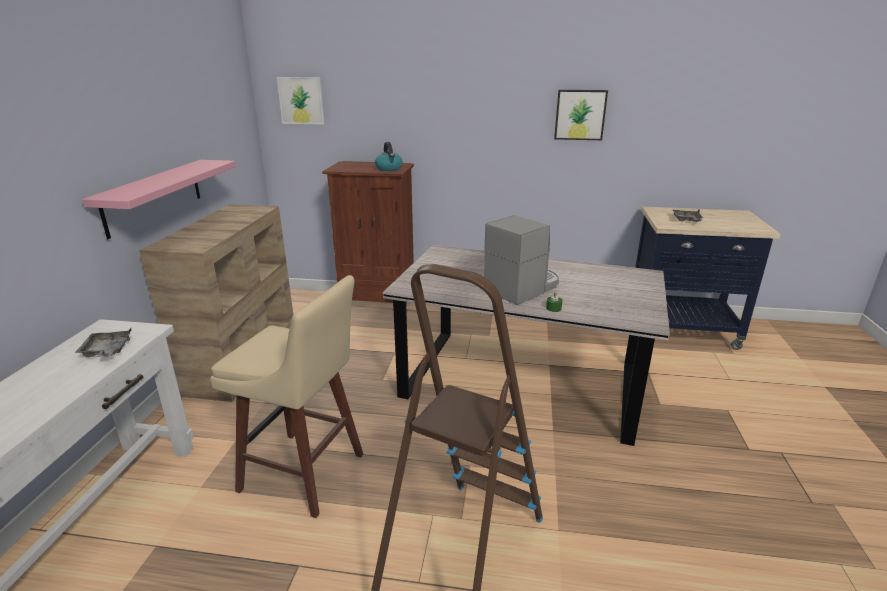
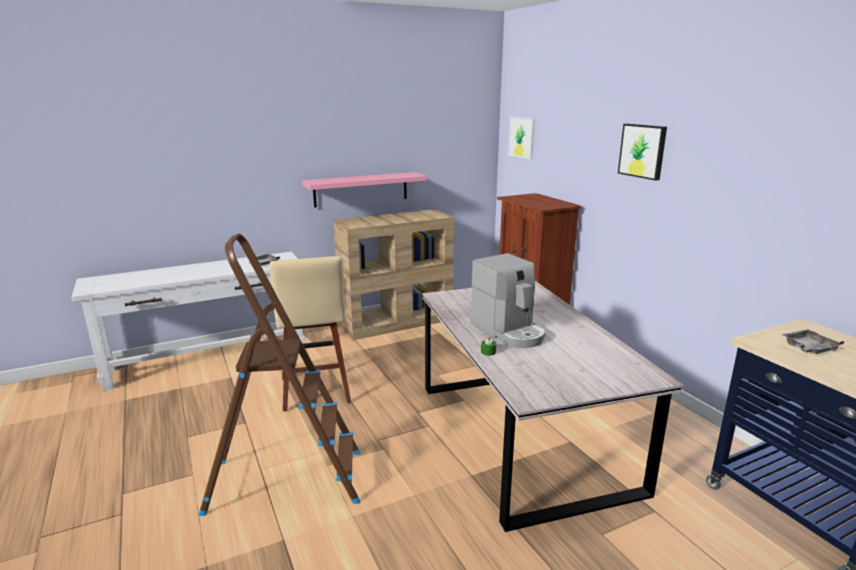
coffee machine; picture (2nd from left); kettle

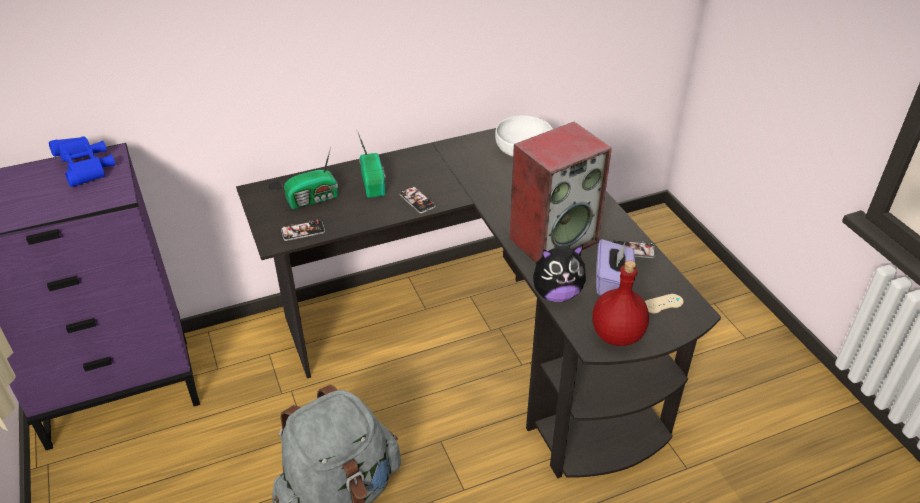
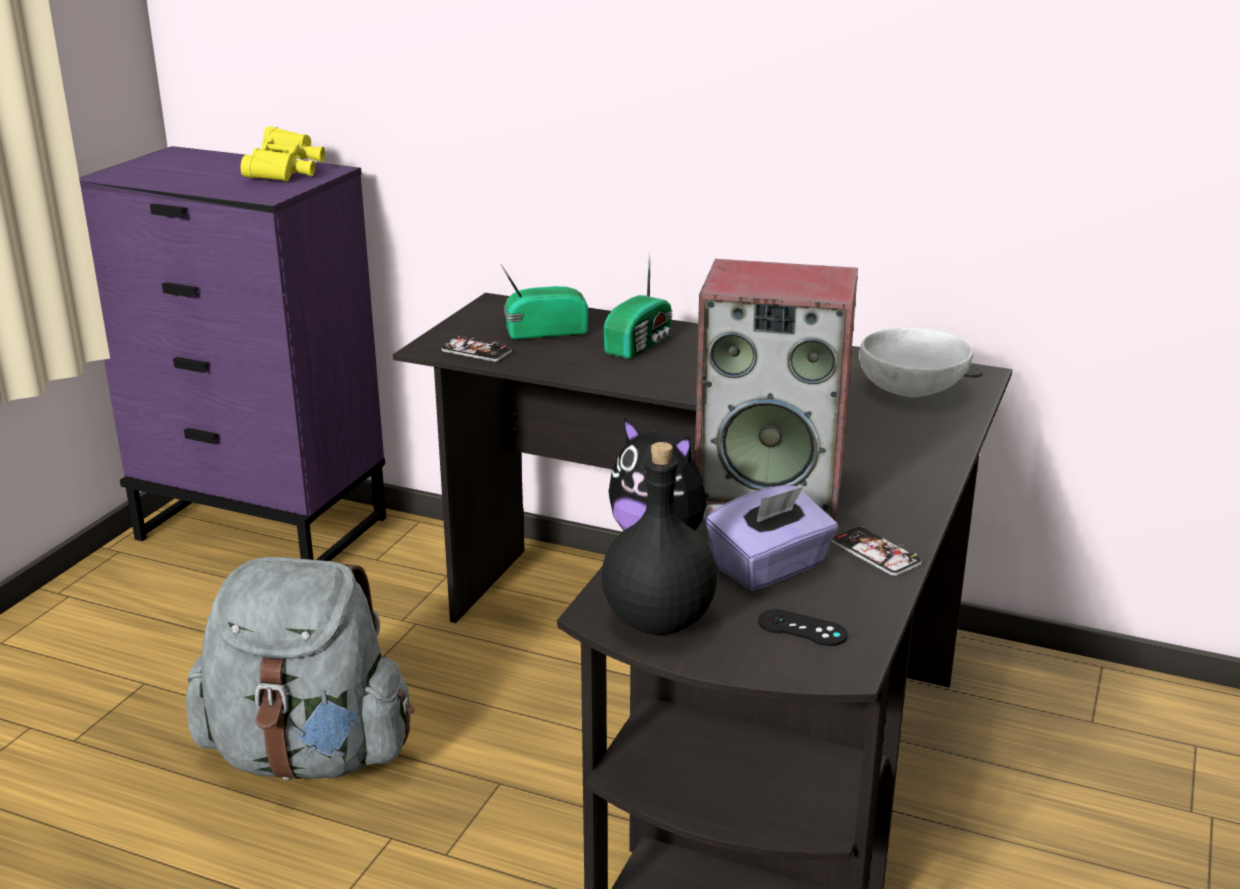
yellow binoculars; radio (1st from left); black bottle; black game controller; phone (2nd from left in the first image)

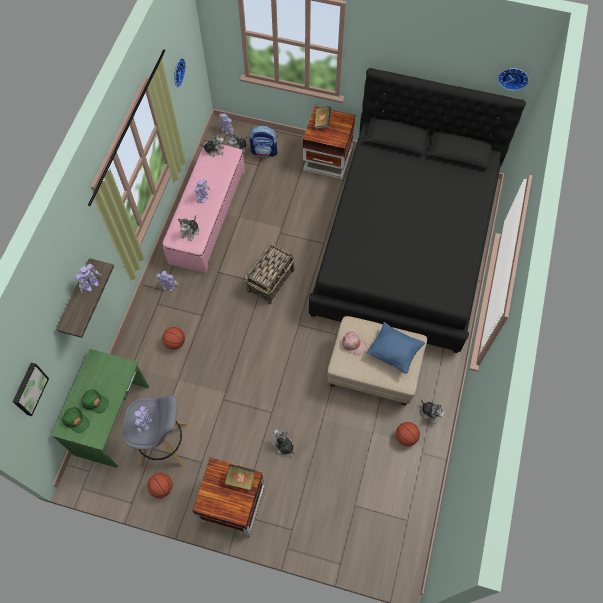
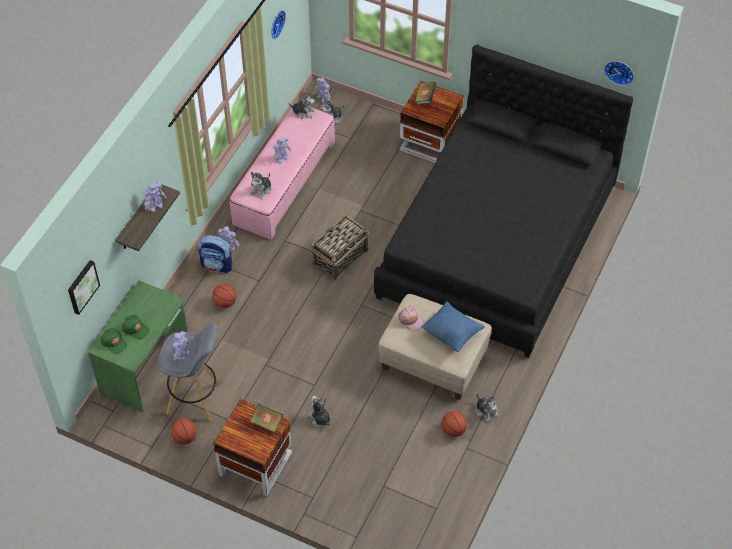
backpack

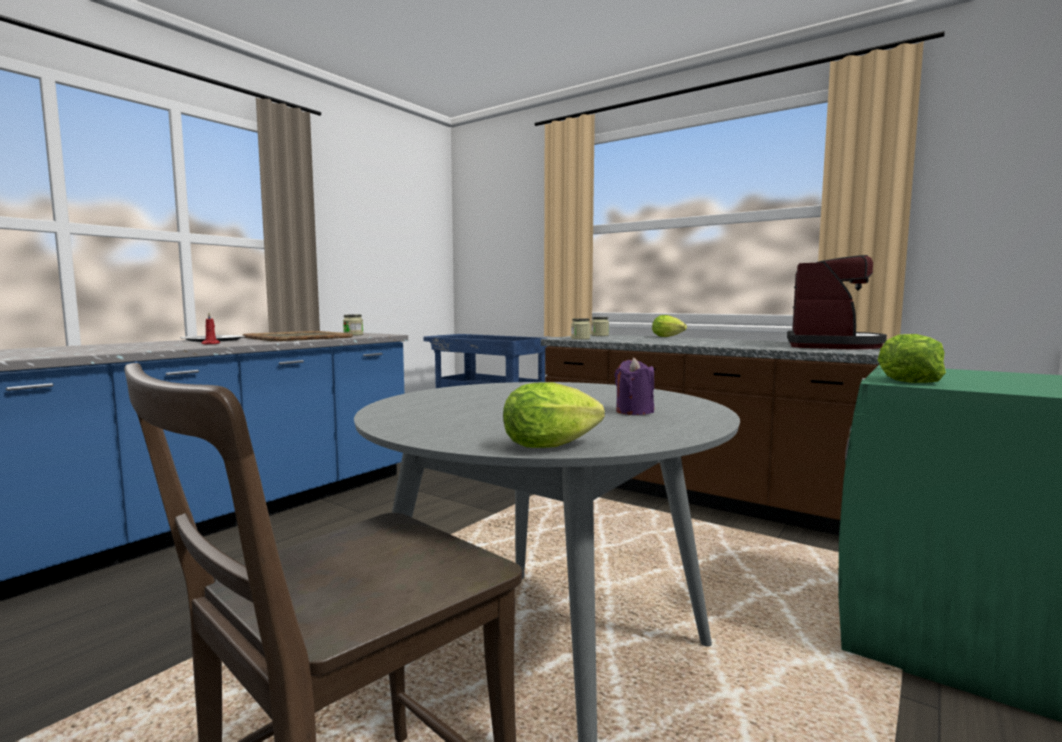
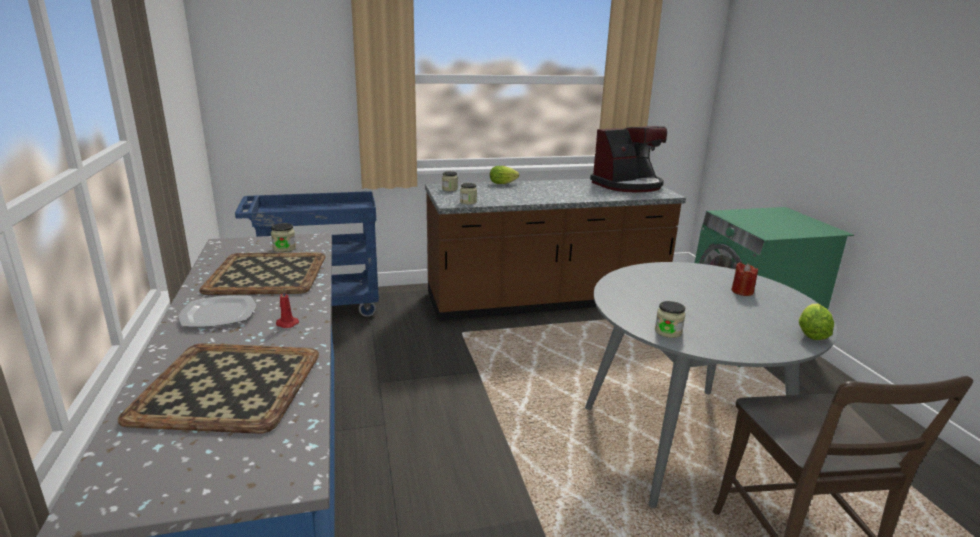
tray (1st from left); coffee machine; jar (4th from left); red candle (2nd from left); lettuce (3rd from left in the first image)

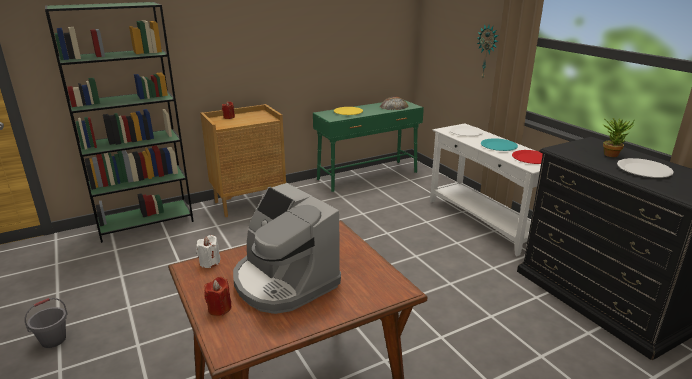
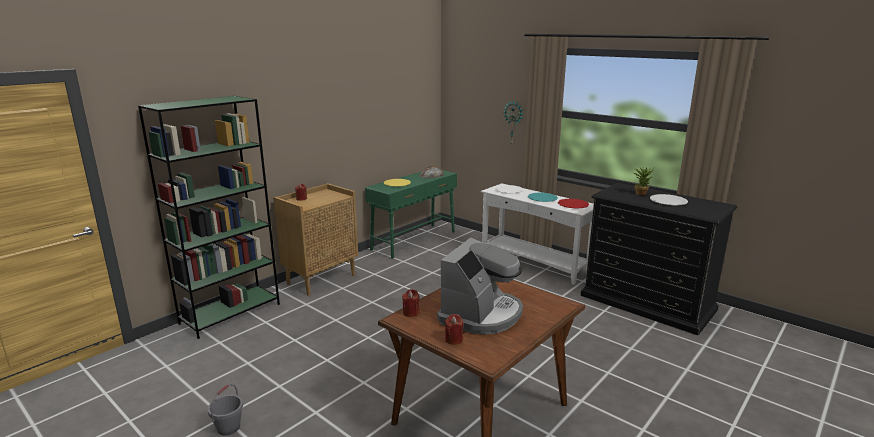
red candle (2nd from left); coffee machine

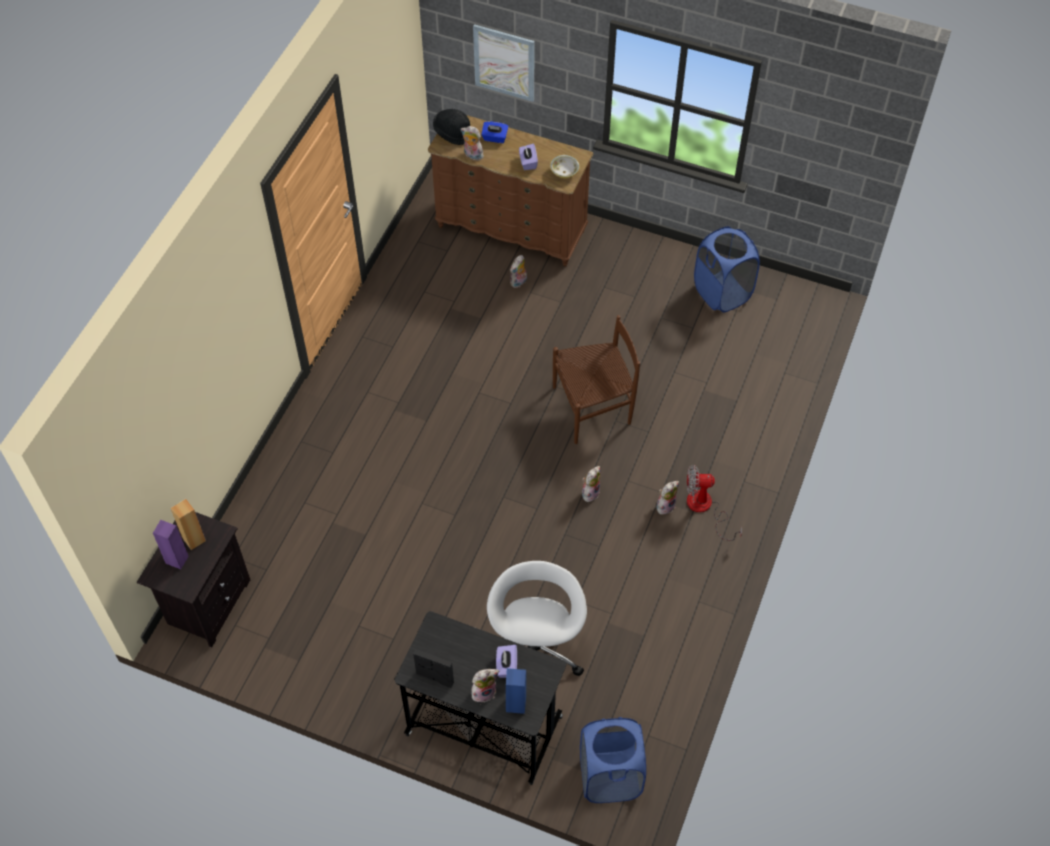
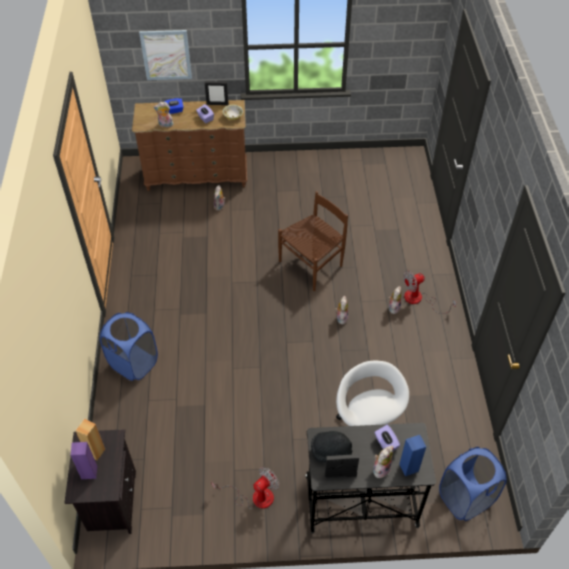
blue laundry basket (1st from left); picture frame (1st from left); fan (1st from left); black hat

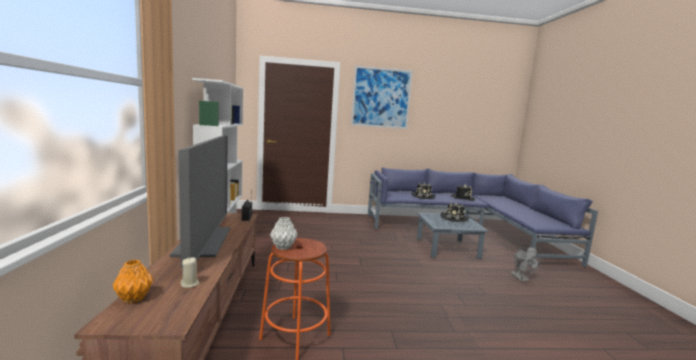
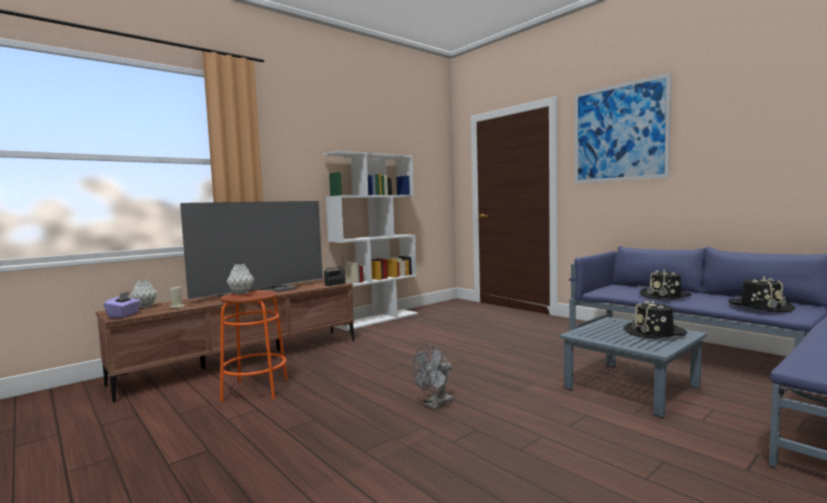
purple tissue box; grey vase (1st from left); grey fan

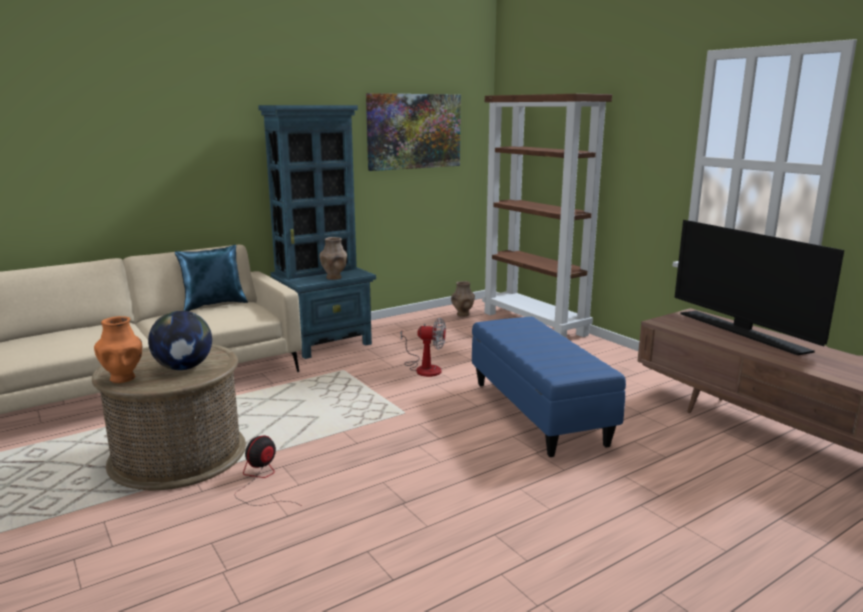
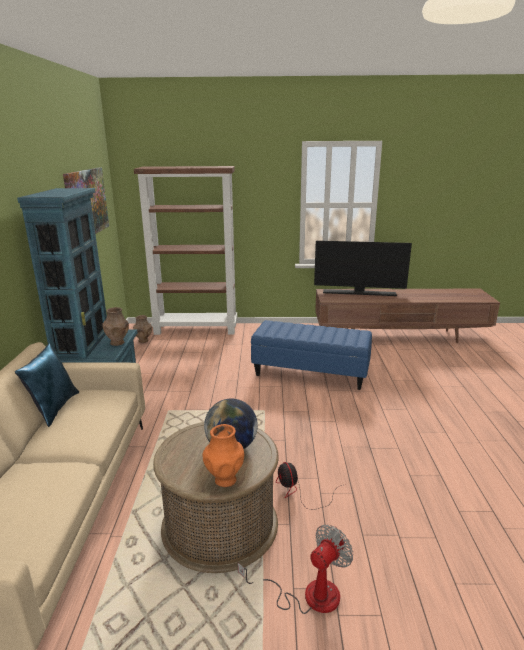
fan (1st from left)

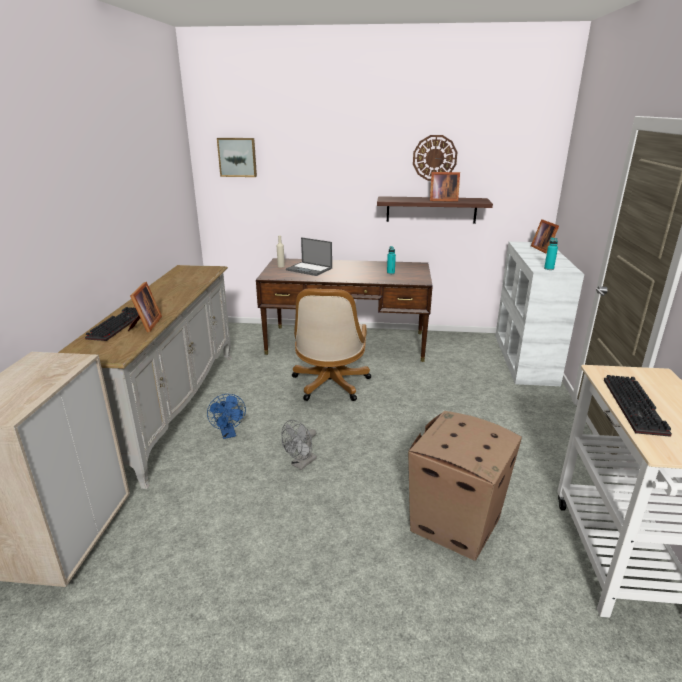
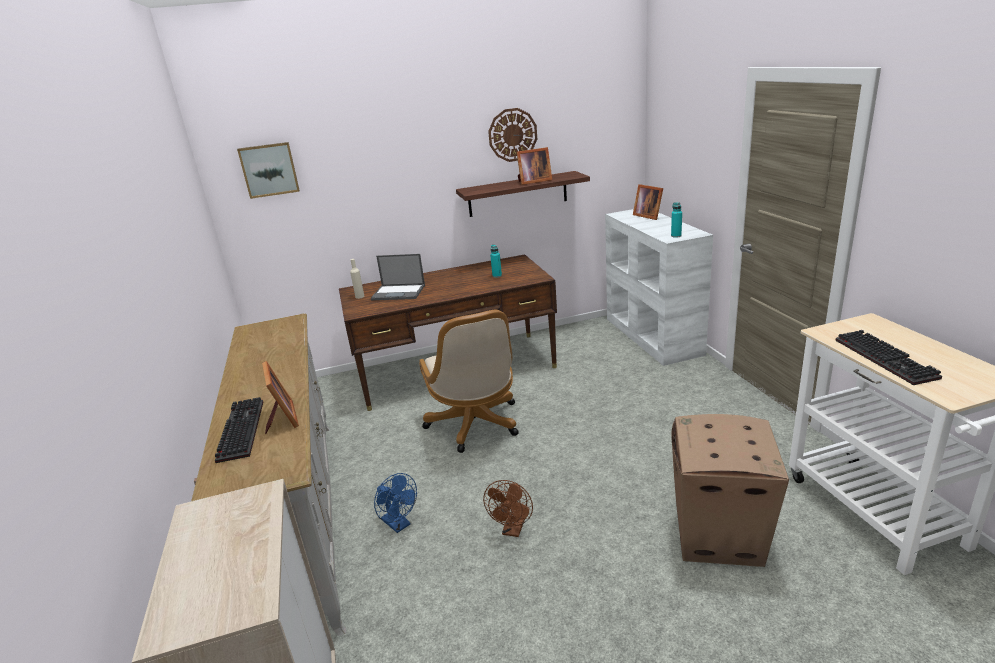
brown fan

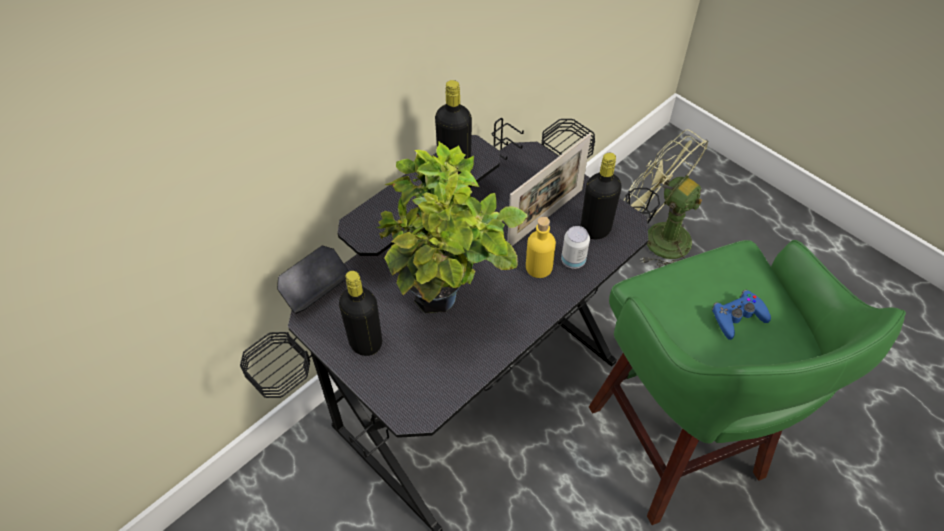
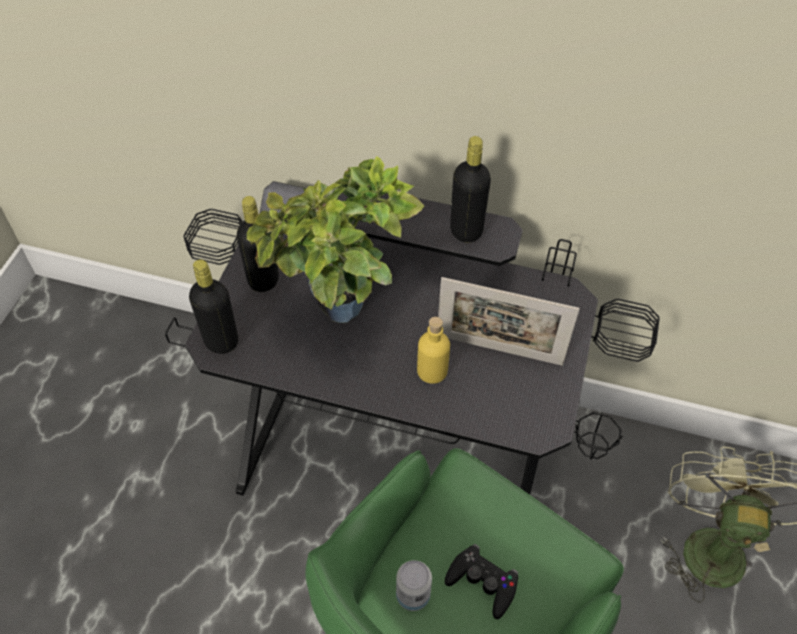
black bottle (1st from left); can; black game controller

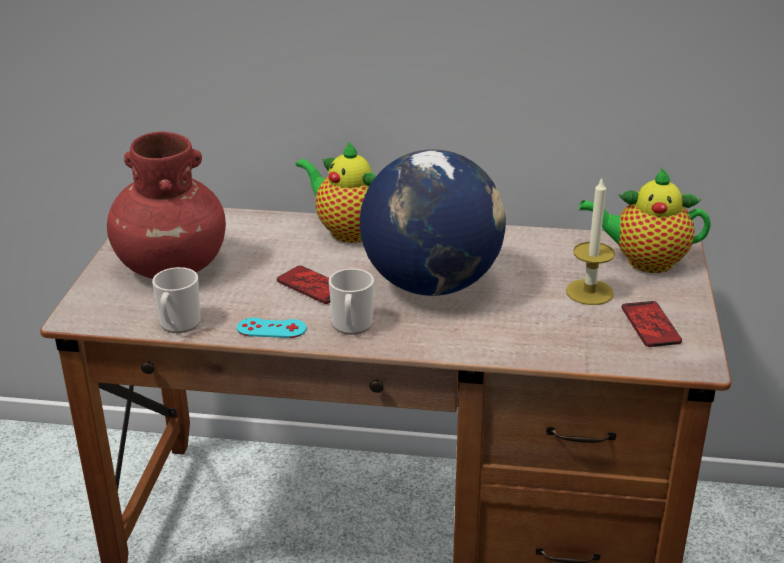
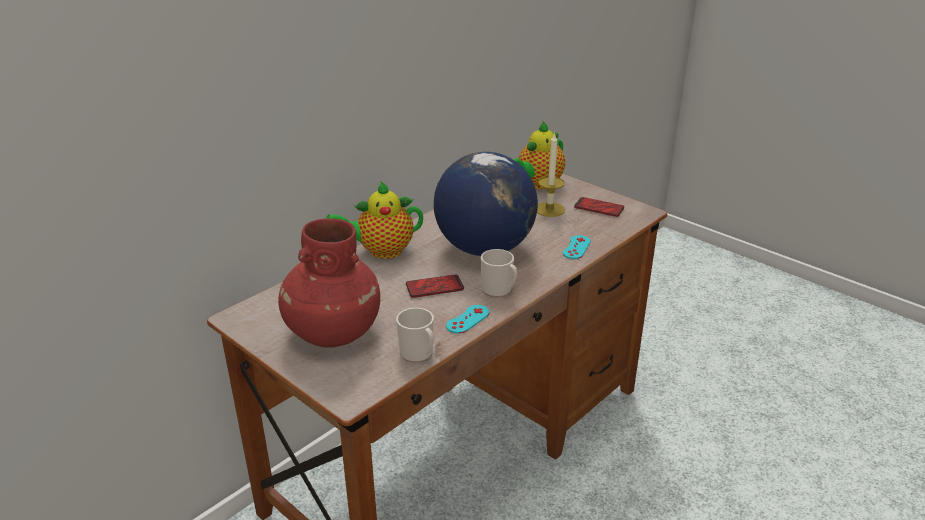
turquoise game controller (2nd from left)

